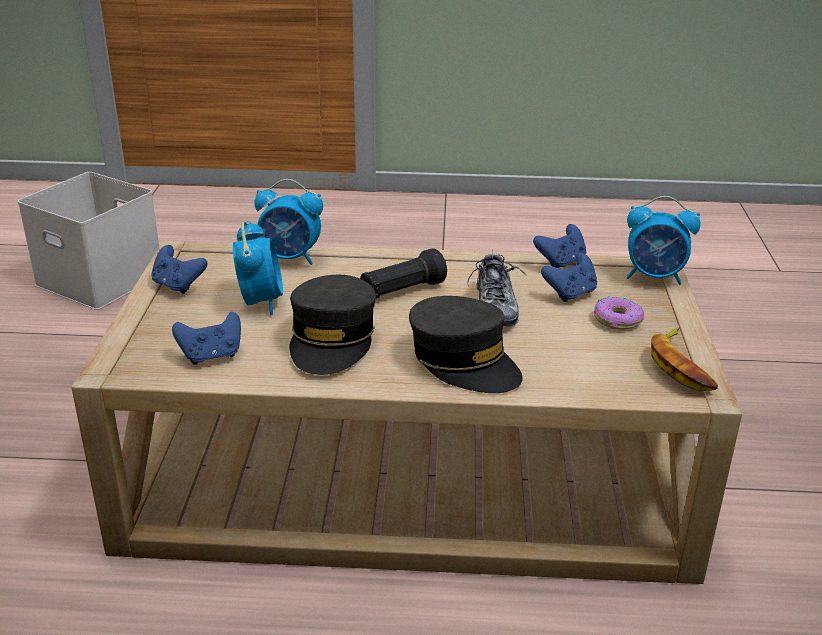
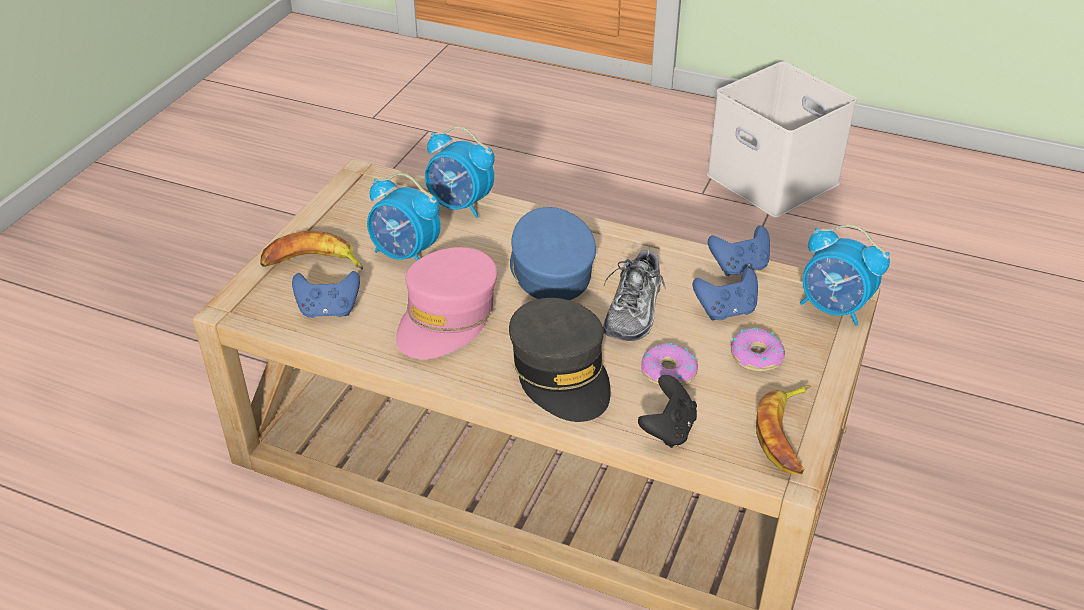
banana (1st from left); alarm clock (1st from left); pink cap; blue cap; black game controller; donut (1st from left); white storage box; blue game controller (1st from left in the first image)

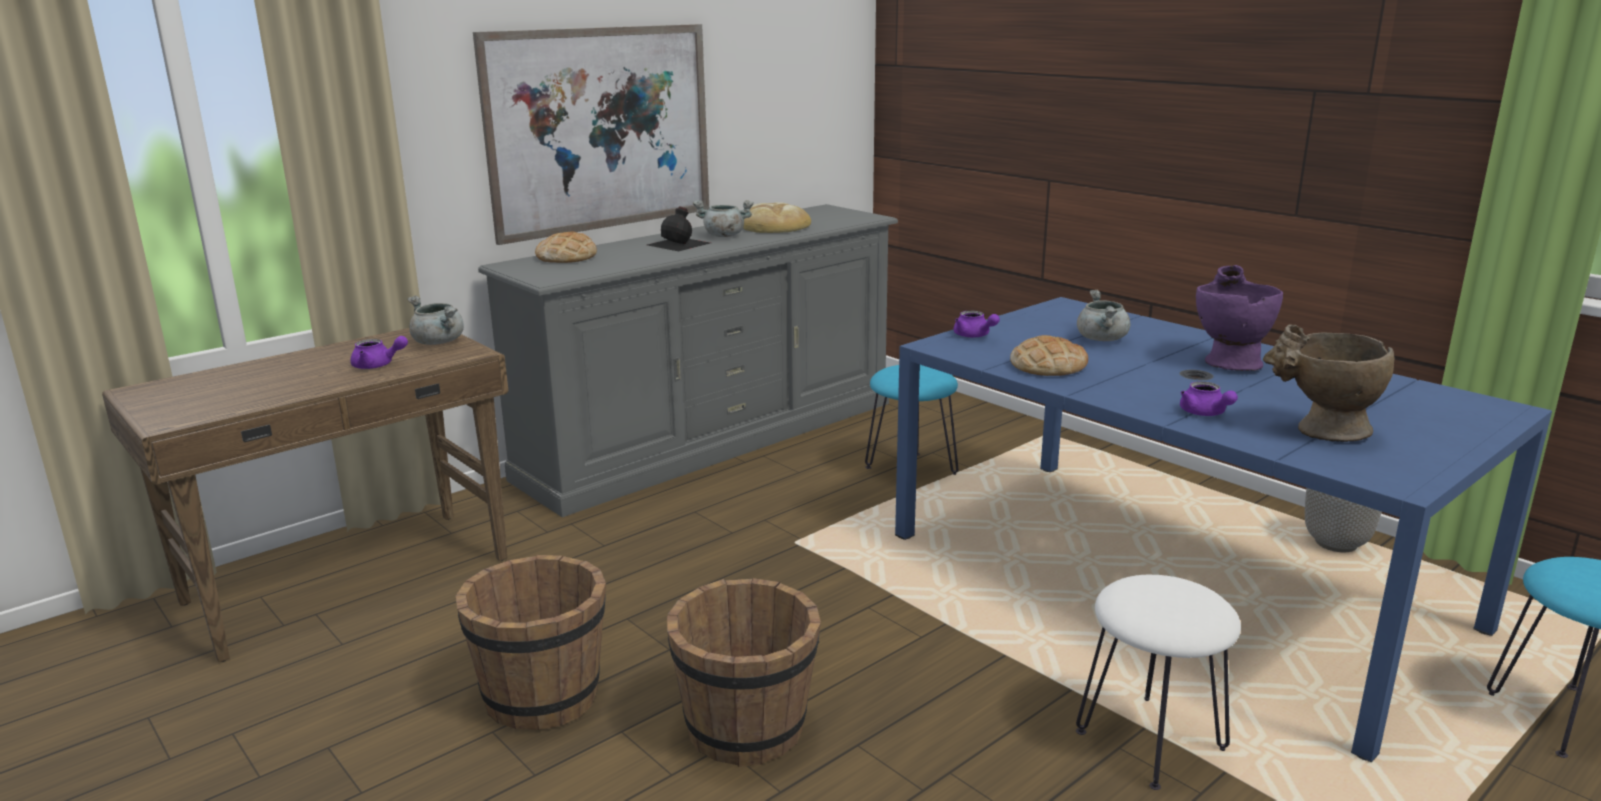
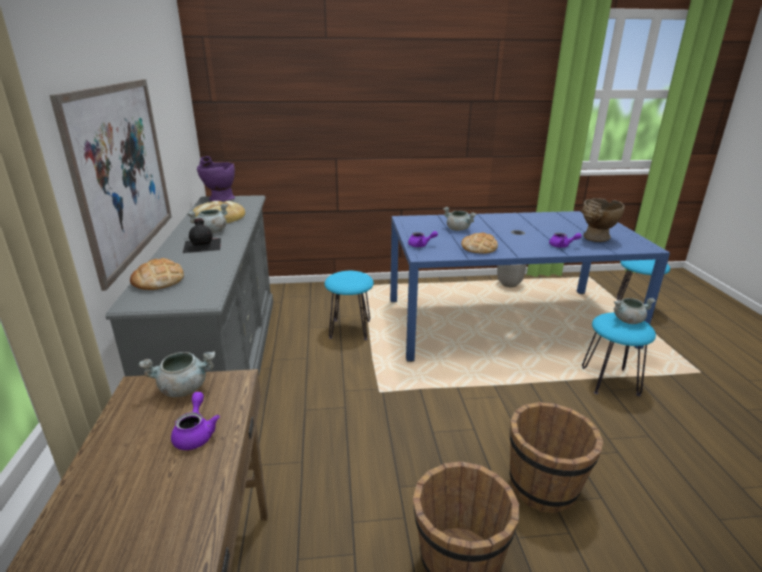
purple teapot (1st from left); purple vase; turquoise stool (2nd from left); grey cooking pot (4th from left)

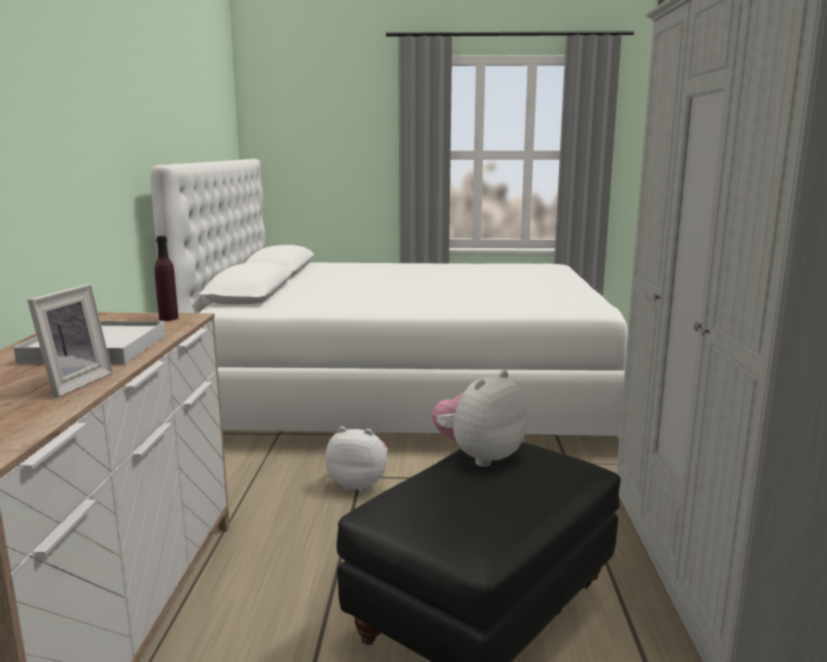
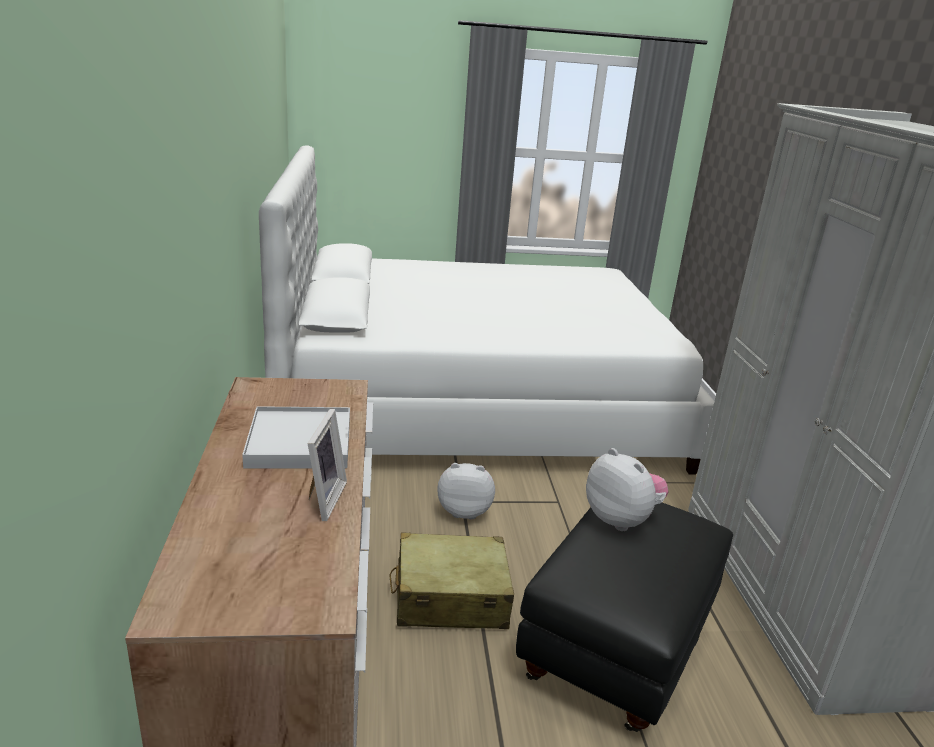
beige suitcase; plush toy (2nd from left); purple bottle

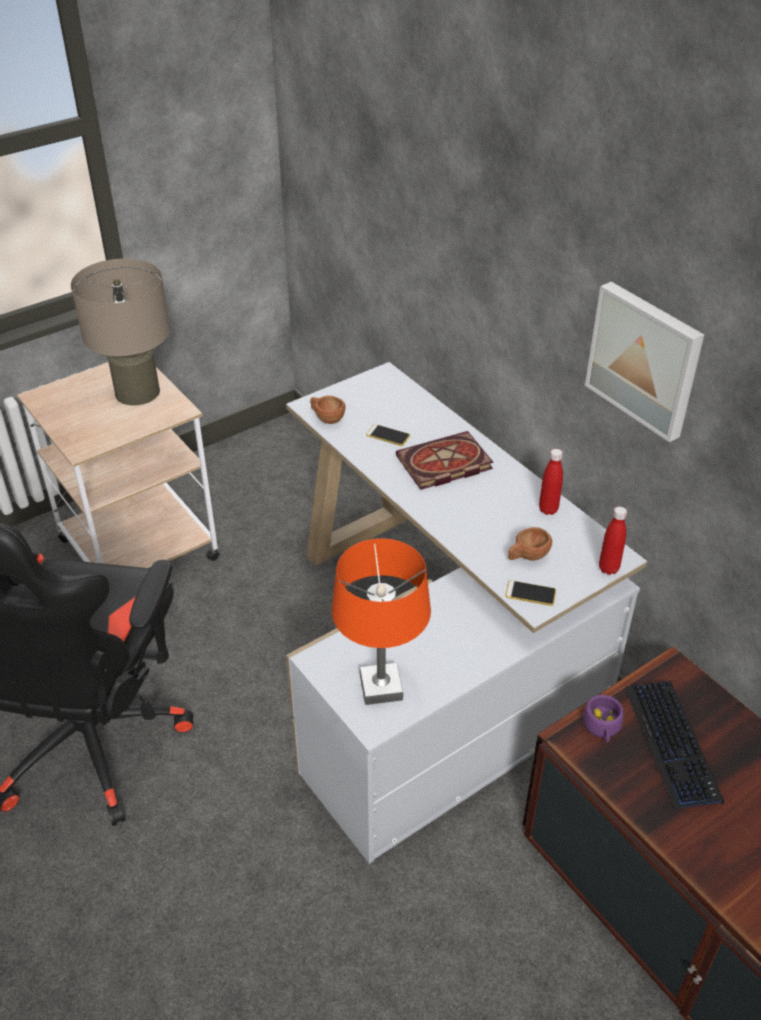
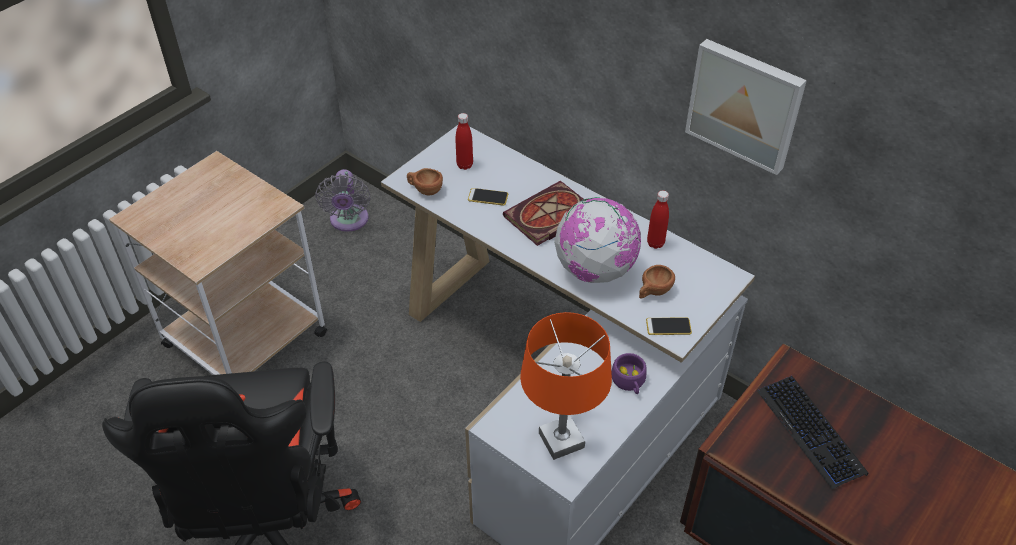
grey fan; red bottle (1st from left); globe; purple cup; beige table lamp

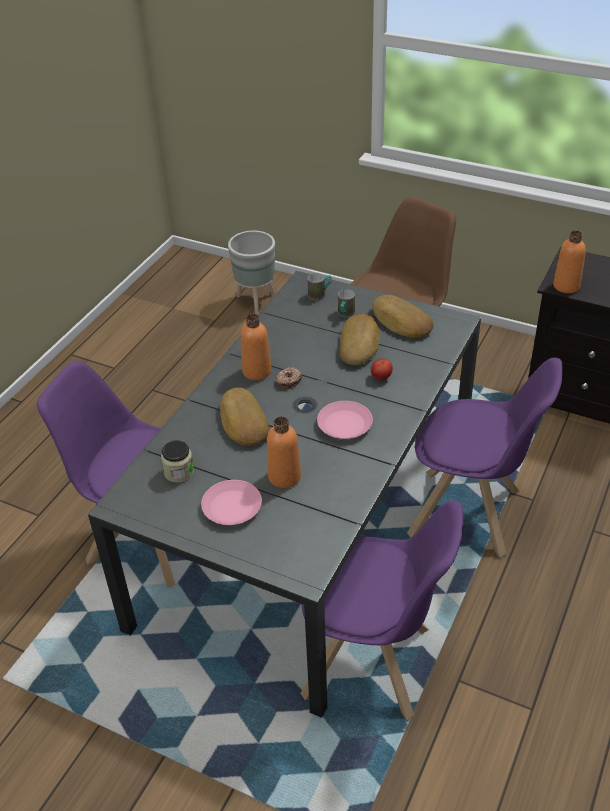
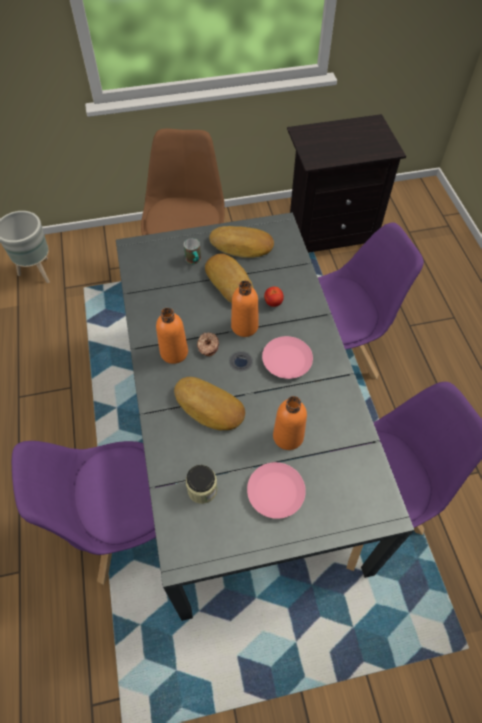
orange bottle (2nd from left); mug (1st from left in the first image)

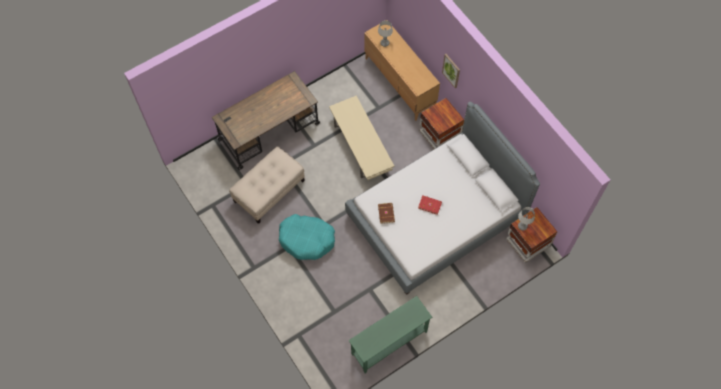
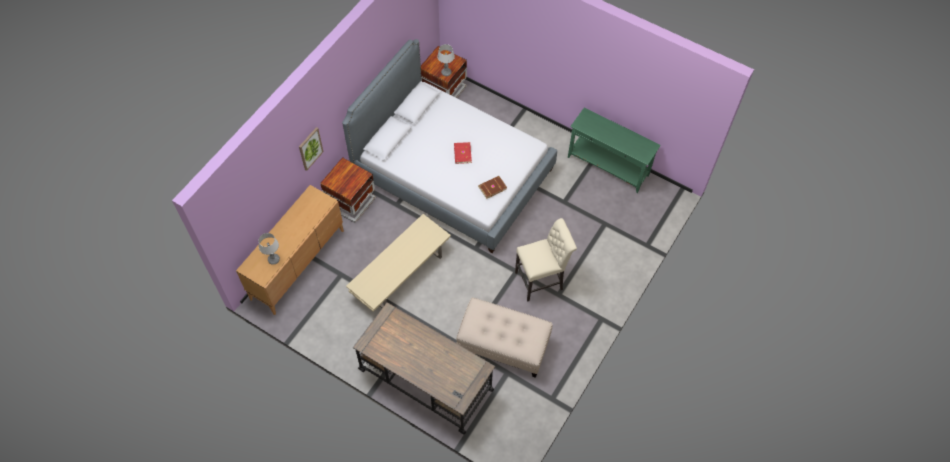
beige stool

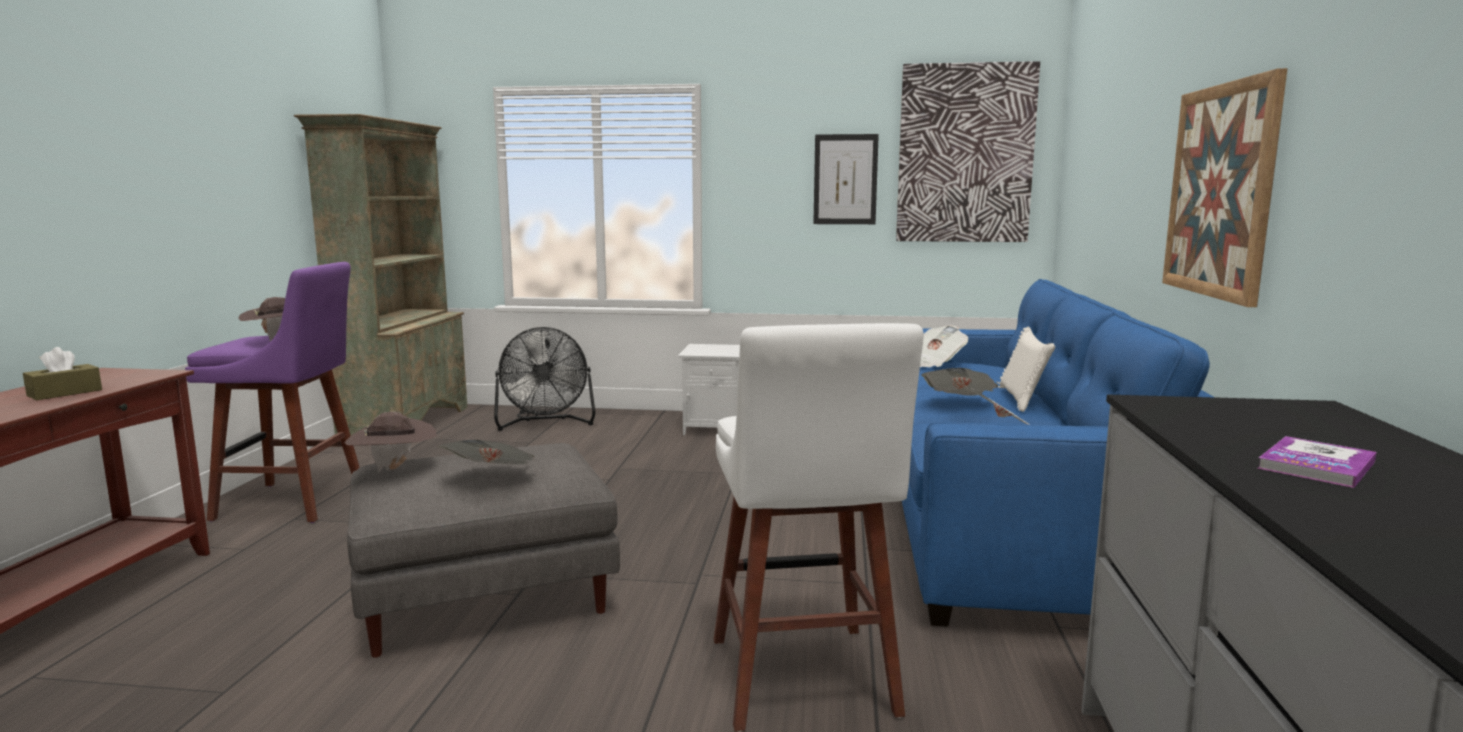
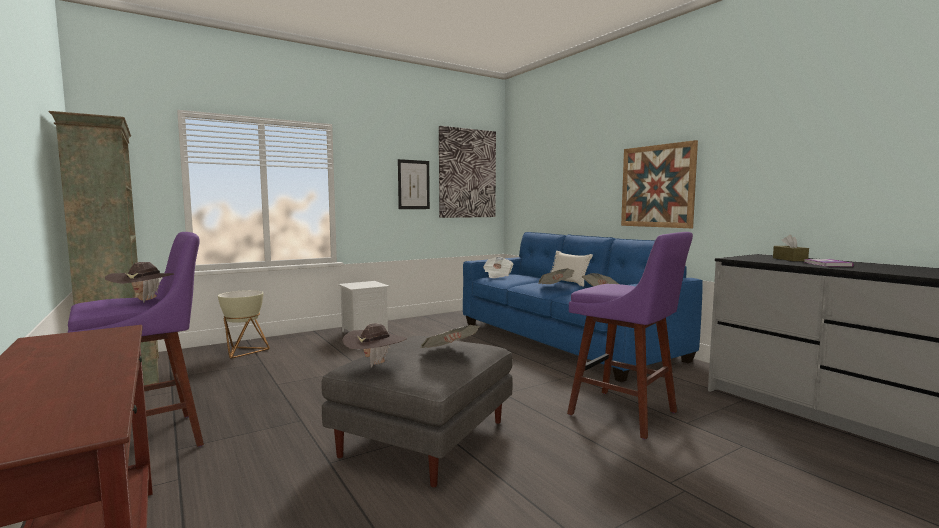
planter; purple stool (2nd from left); brown tissue box

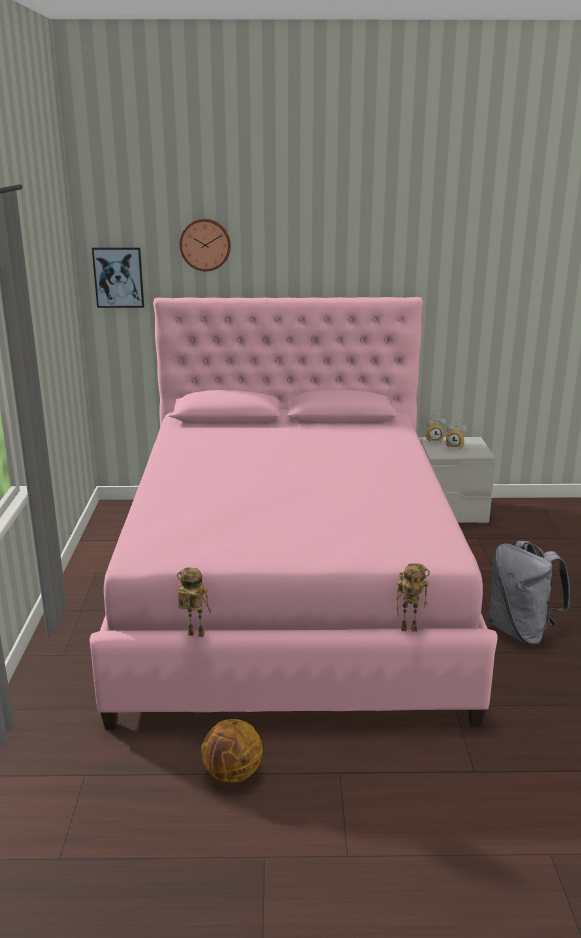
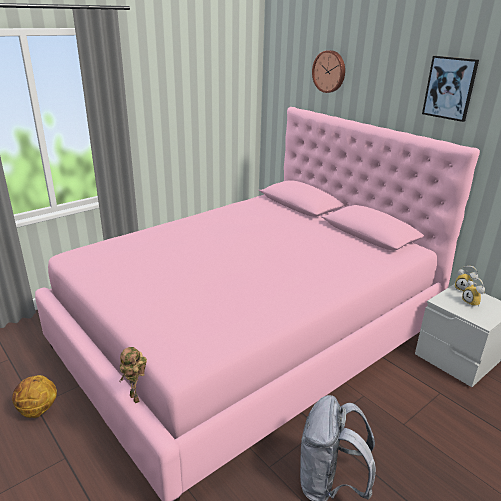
picture; toy robot (1st from left in the first image)

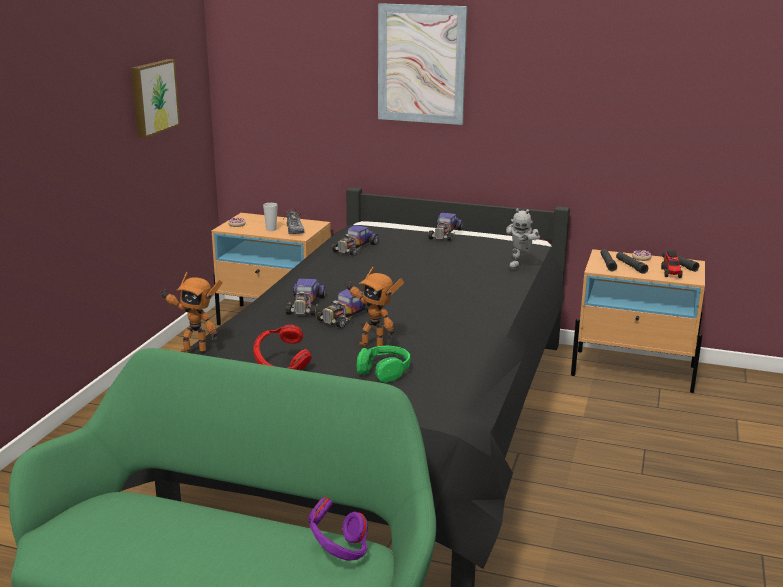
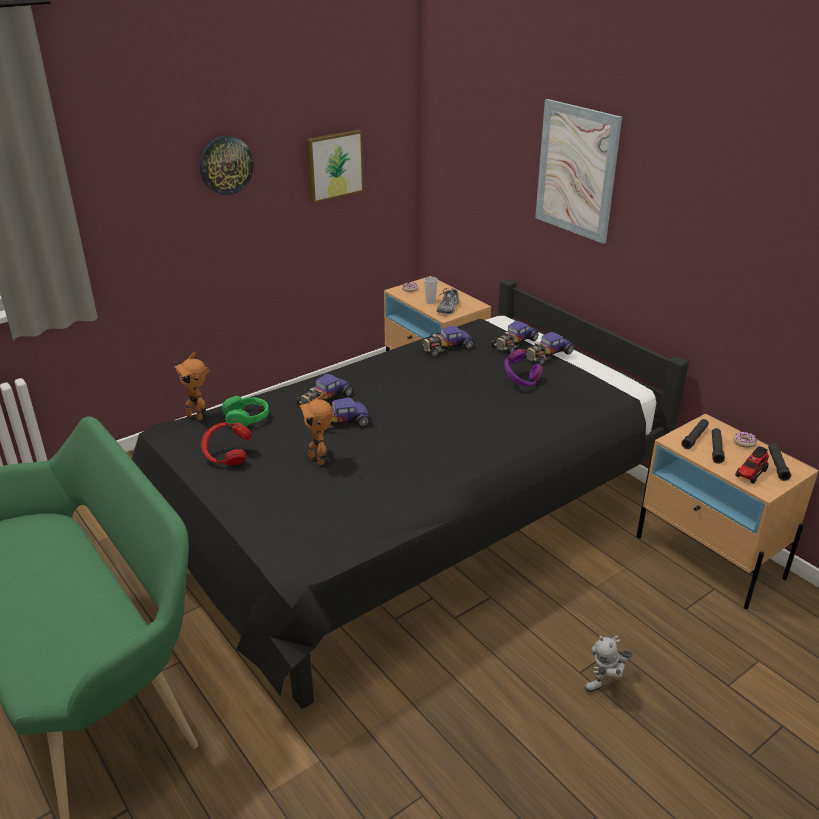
wall clock; green headphones; toy car (4th from left); purple headphones; toy robot (3rd from left)

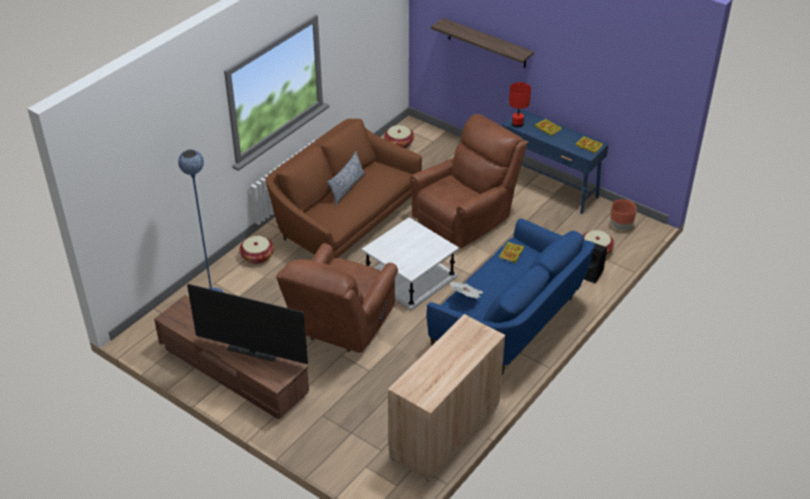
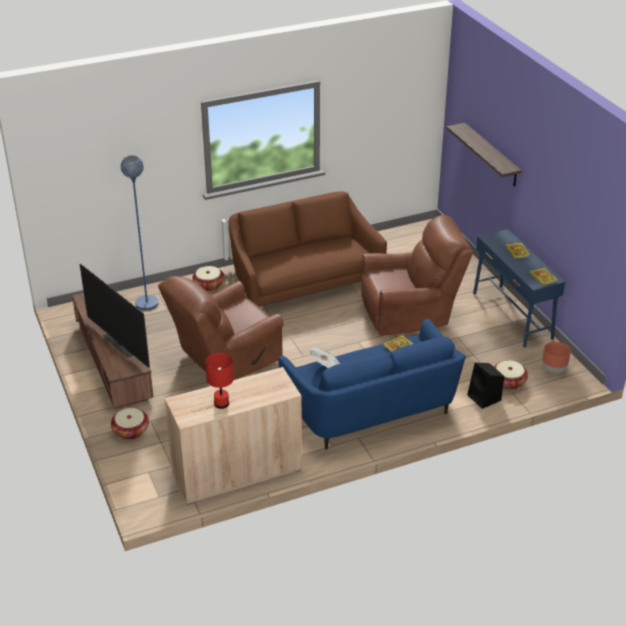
basket (1st from left); red table lamp; pillow; white side table

